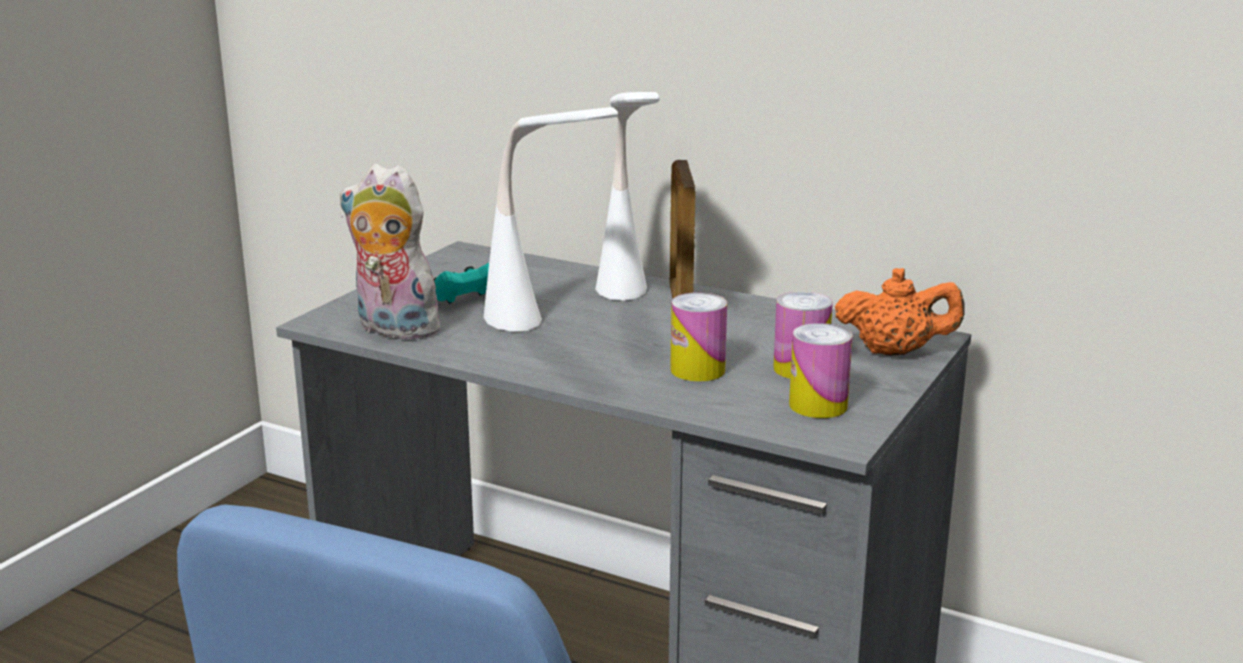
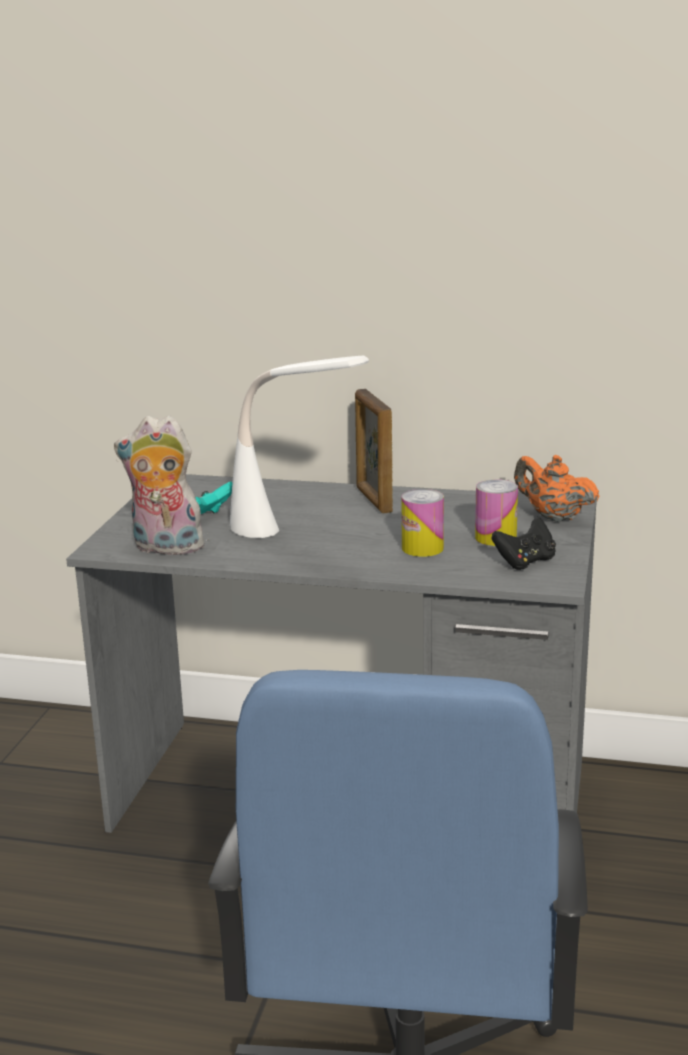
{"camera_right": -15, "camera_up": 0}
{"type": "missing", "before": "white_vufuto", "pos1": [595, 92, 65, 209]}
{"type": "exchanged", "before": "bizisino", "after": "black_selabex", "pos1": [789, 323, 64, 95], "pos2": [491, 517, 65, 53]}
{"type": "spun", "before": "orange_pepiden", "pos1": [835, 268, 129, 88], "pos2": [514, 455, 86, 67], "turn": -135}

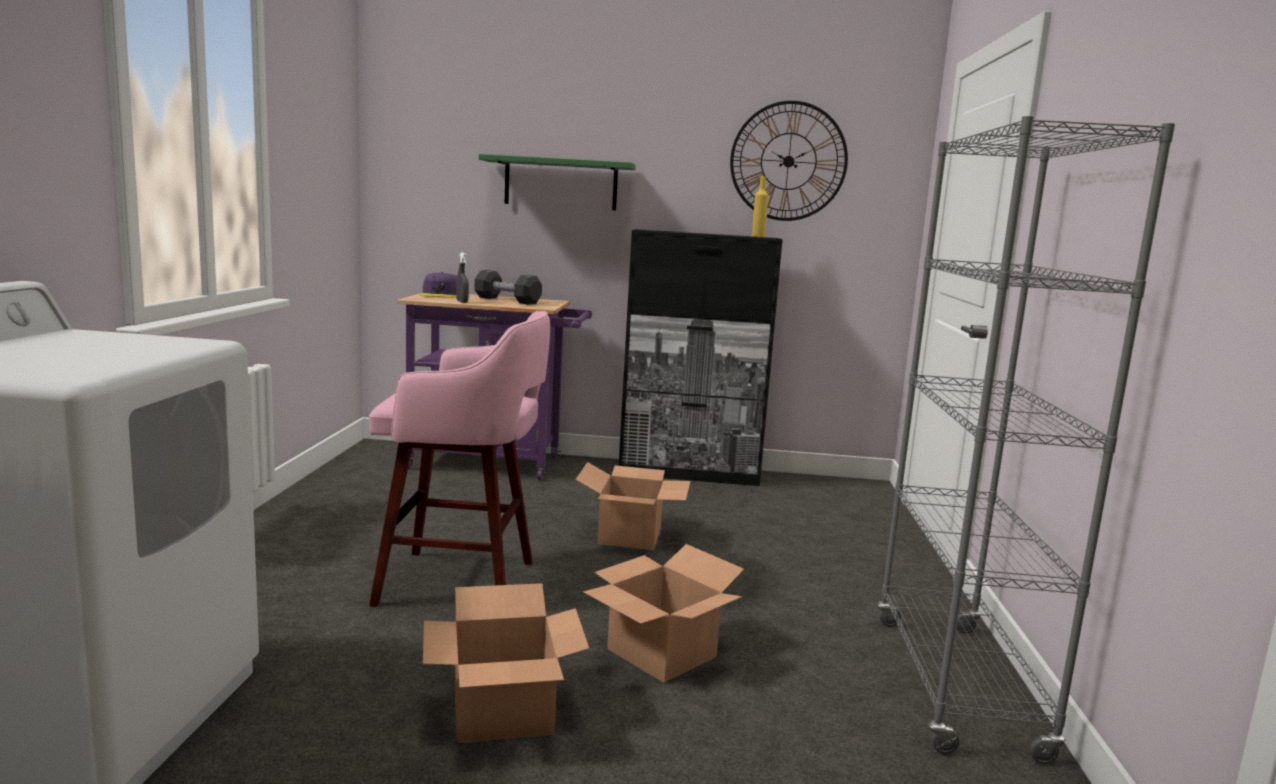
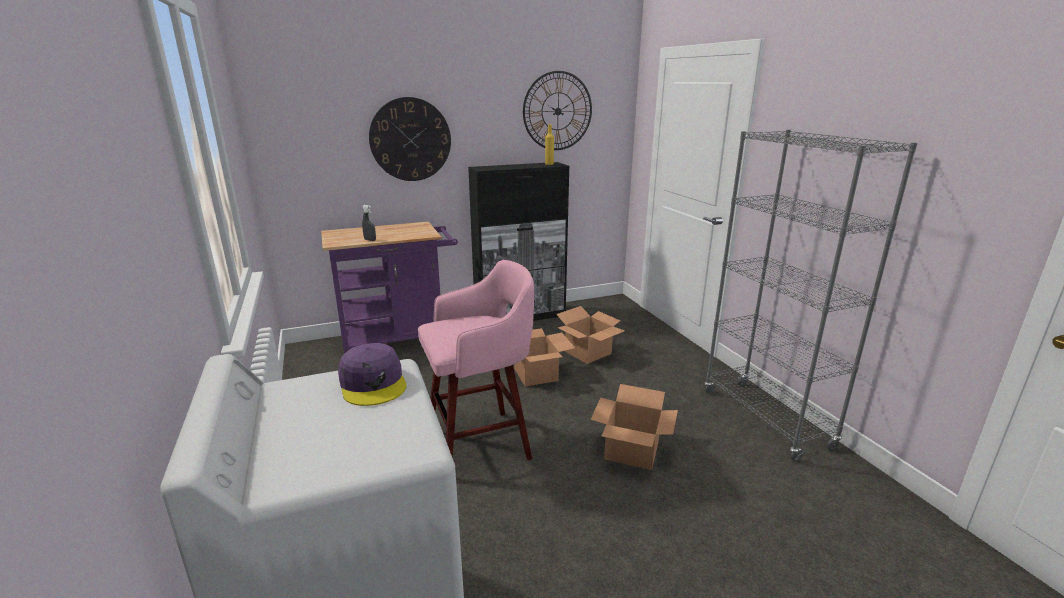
{"camera_right": -25, "camera_up": 10}
{"type": "missing", "before": "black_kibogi", "pos1": [474, 270, 68, 35]}
{"type": "relocated", "before": "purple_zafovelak", "pos1": [419, 272, 38, 26], "pos2": [338, 343, 68, 63]}
{"type": "relocated", "before": "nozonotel", "pos1": [423, 583, 166, 160], "pos2": [556, 306, 69, 58]}
{"type": "exchanged", "before": "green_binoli", "after": "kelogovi", "pos1": [479, 154, 156, 56], "pos2": [369, 97, 82, 84]}

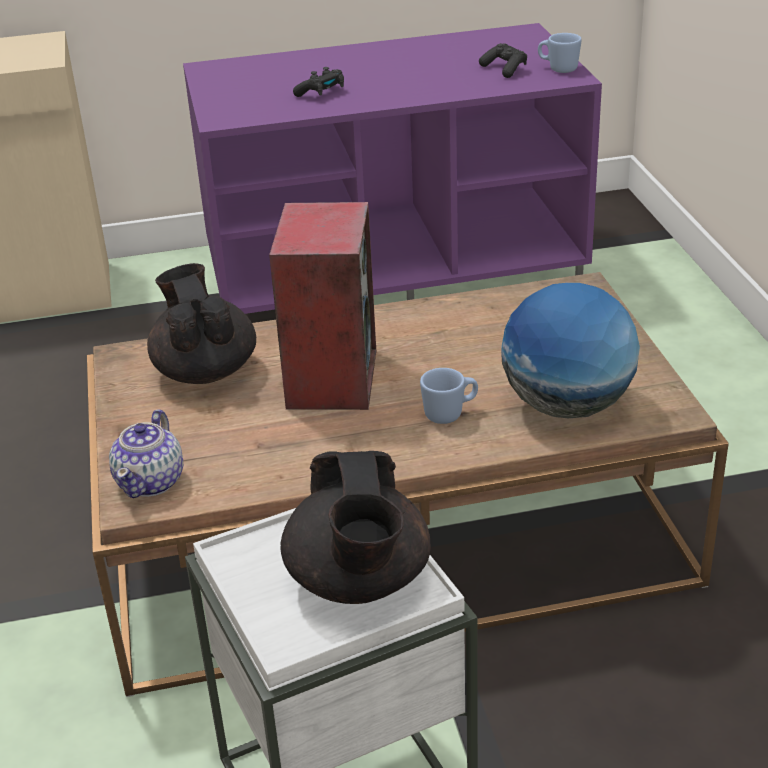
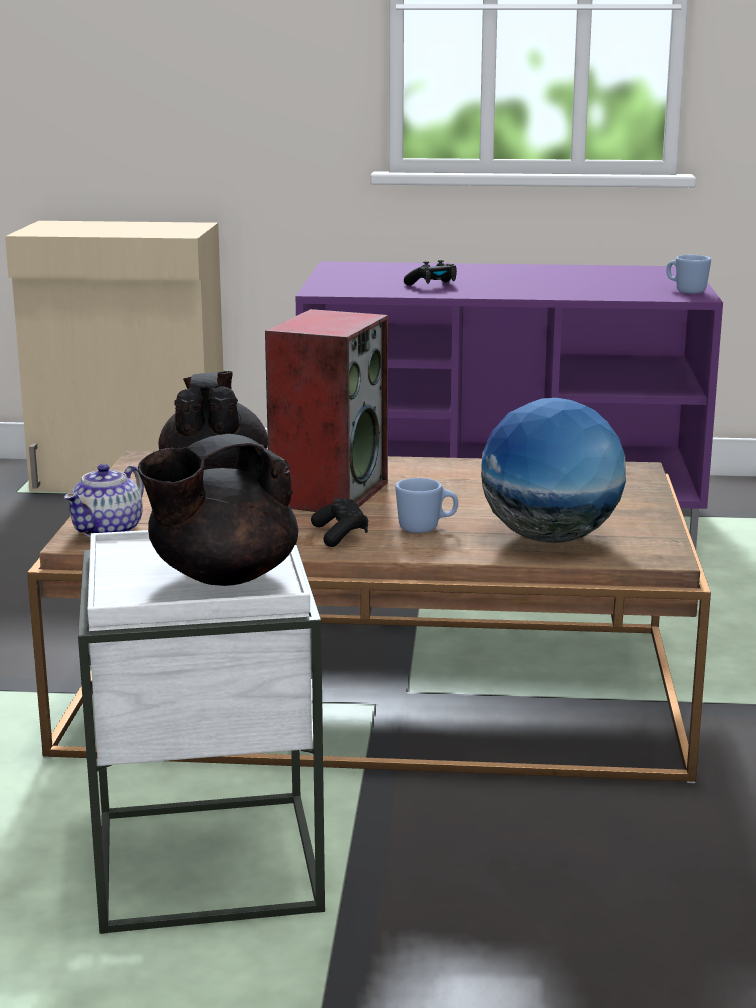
{"camera_right": 15, "camera_up": -15}
{"type": "relocated", "before": "black_selabex", "pos1": [479, 43, 48, 35], "pos2": [311, 498, 57, 49]}
{"type": "spun", "before": "black_pepiden", "pos1": [281, 451, 150, 153], "pos2": [138, 434, 160, 152], "turn": 45}

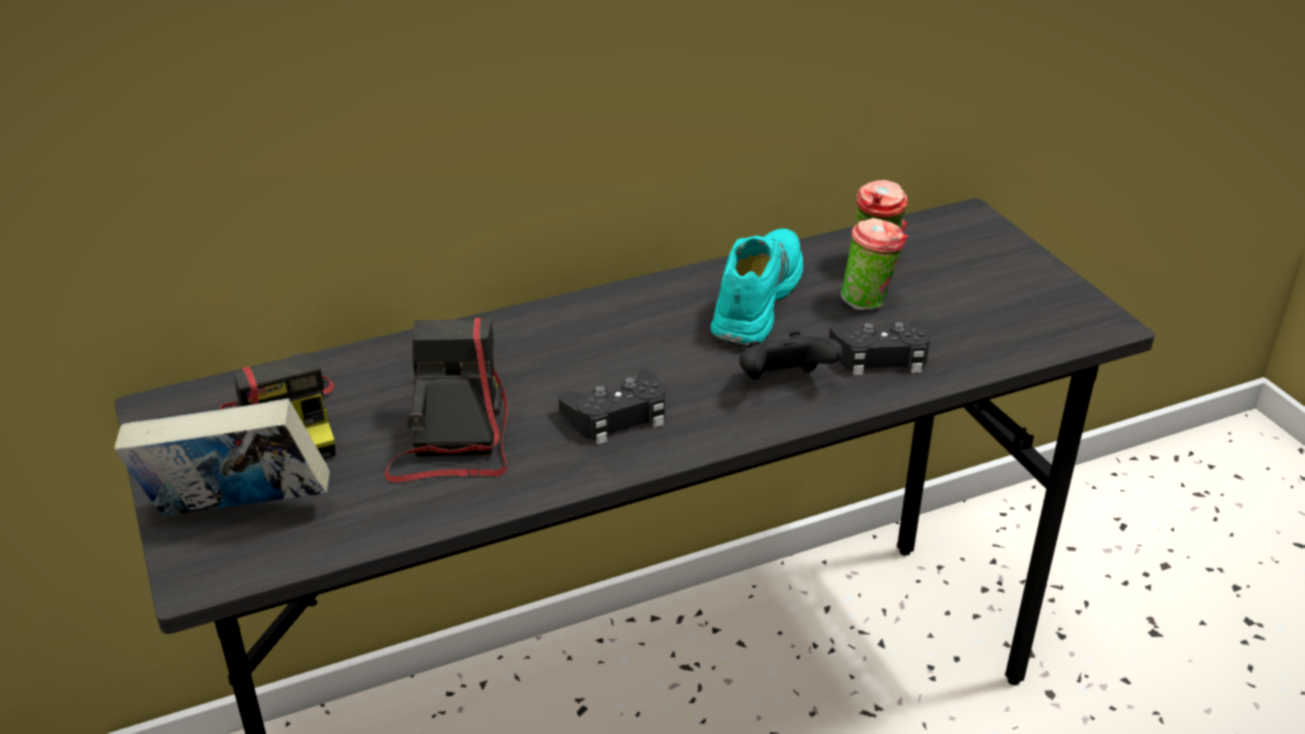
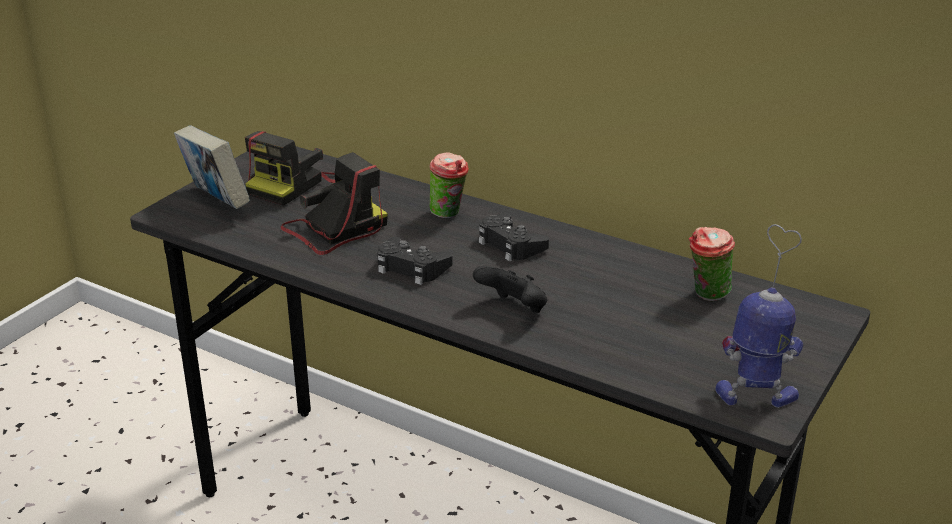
{"camera_right": 55, "camera_up": -5}
{"type": "missing", "before": "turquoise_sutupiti", "pos1": [710, 229, 93, 119]}
{"type": "appeared", "after": "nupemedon", "pos2": [715, 224, 88, 184]}
{"type": "relocated", "before": "black_selabex", "pos1": [829, 320, 101, 55], "pos2": [478, 213, 71, 49]}
{"type": "relocated", "before": "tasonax", "pos1": [841, 218, 67, 92], "pos2": [430, 152, 39, 66]}

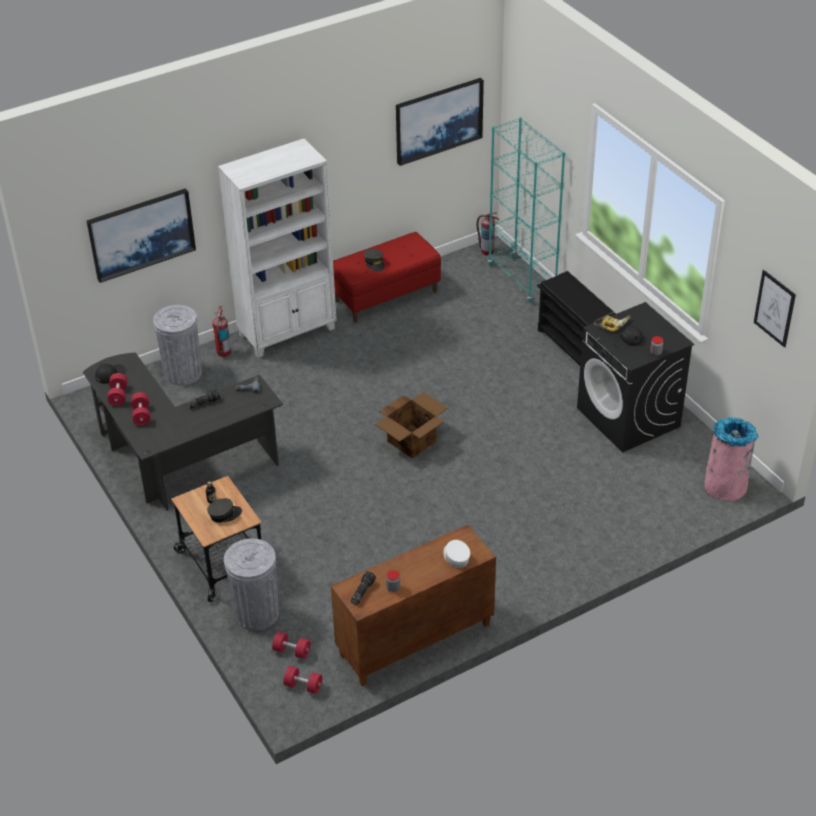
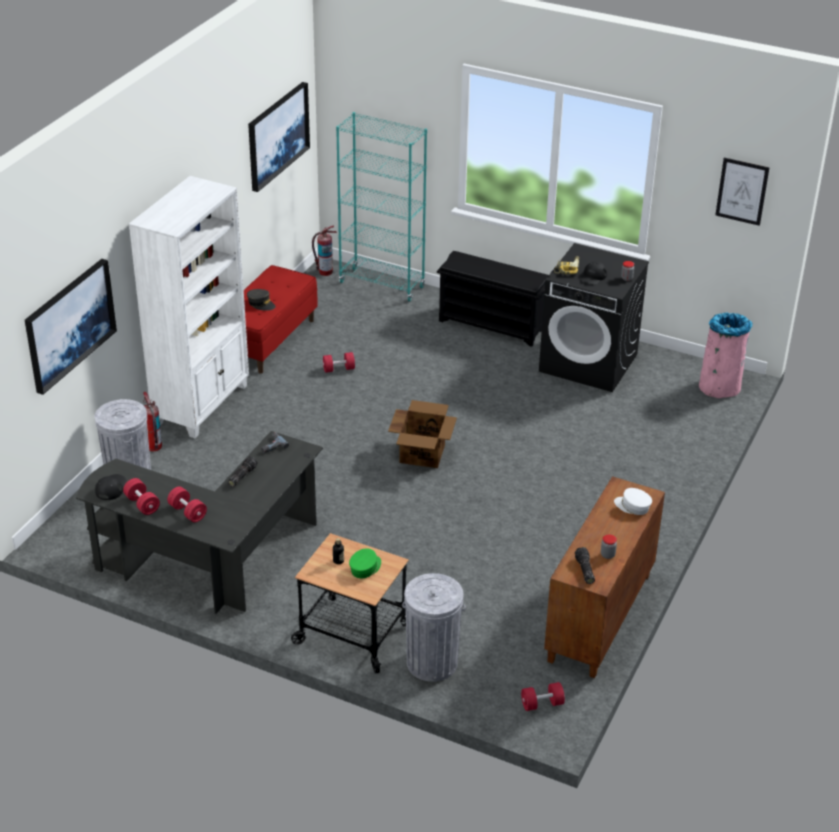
{"camera_right": -35, "camera_up": -5}
{"type": "relocated", "before": "red_kibogi", "pos1": [272, 632, 39, 27], "pos2": [323, 352, 32, 21]}
{"type": "colour", "before": "grey_zafovelak", "after": "green_zafovelak", "pos1": [207, 498, 35, 24], "pos2": [349, 548, 32, 30]}

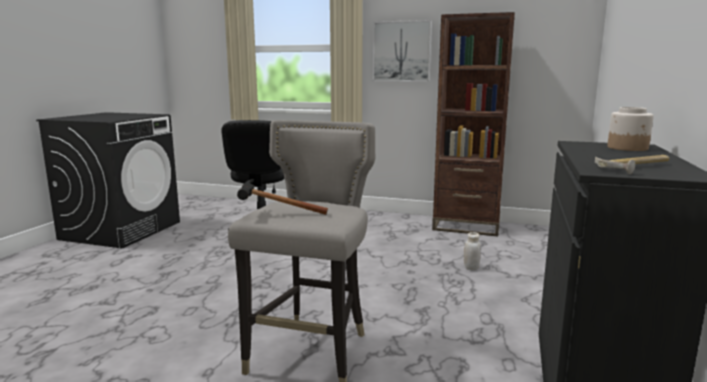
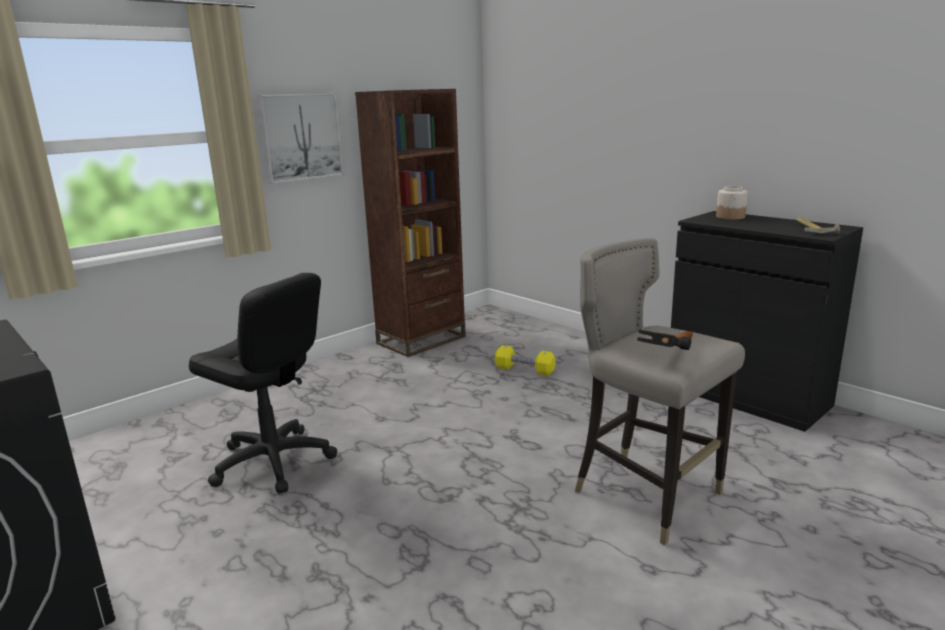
{"camera_right": -60, "camera_up": 5}
{"type": "exchanged", "before": "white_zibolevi", "after": "yellow_kibogi", "pos1": [464, 232, 17, 38], "pos2": [495, 345, 61, 31]}

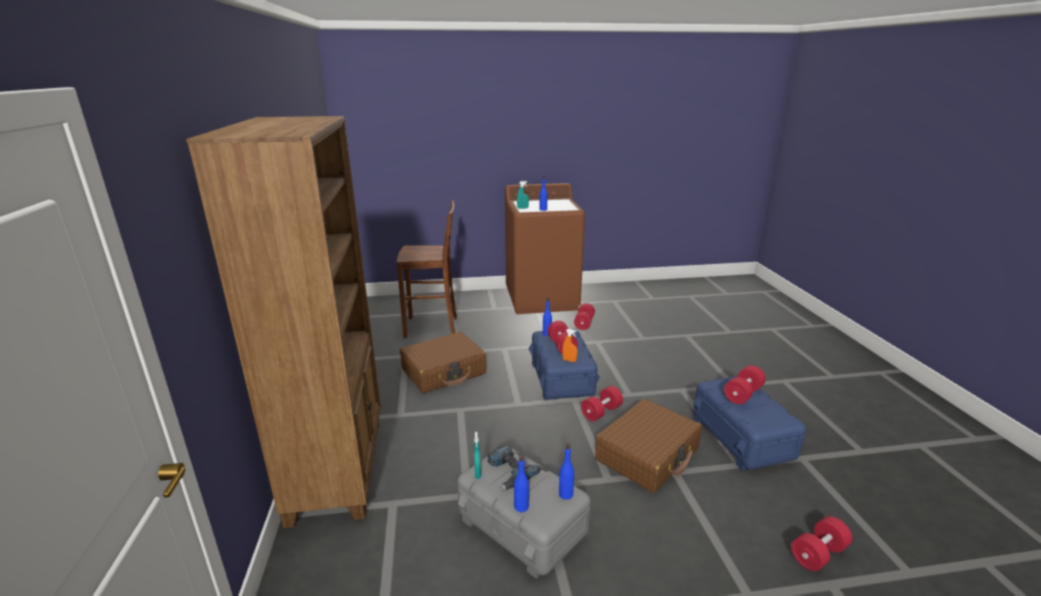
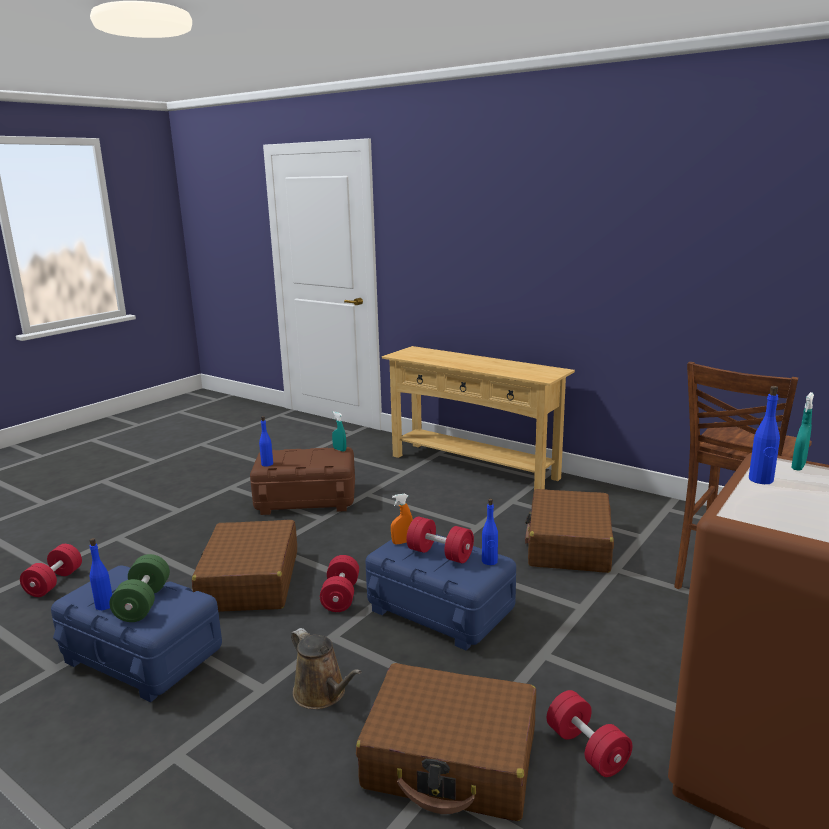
{"camera_right": 135, "camera_up": -5}
{"type": "missing", "before": "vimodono", "pos1": [487, 444, 53, 47]}
{"type": "appeared", "after": "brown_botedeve", "pos2": [291, 628, 71, 81]}
{"type": "appeared", "after": "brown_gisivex", "pos2": [356, 663, 180, 158]}
{"type": "relocated", "before": "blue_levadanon", "pos1": [514, 455, 15, 57], "pos2": [90, 538, 22, 72]}
{"type": "exchanged", "before": "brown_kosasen", "after": "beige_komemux", "pos1": [186, 116, 195, 412], "pos2": [382, 346, 193, 144]}
{"type": "colour", "before": "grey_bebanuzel", "after": "brown_bebanuzel", "pos1": [457, 448, 134, 131], "pos2": [250, 447, 105, 68]}
{"type": "colour", "before": "red_kibogi", "after": "green_kibogi", "pos1": [724, 366, 42, 38], "pos2": [109, 554, 61, 68]}

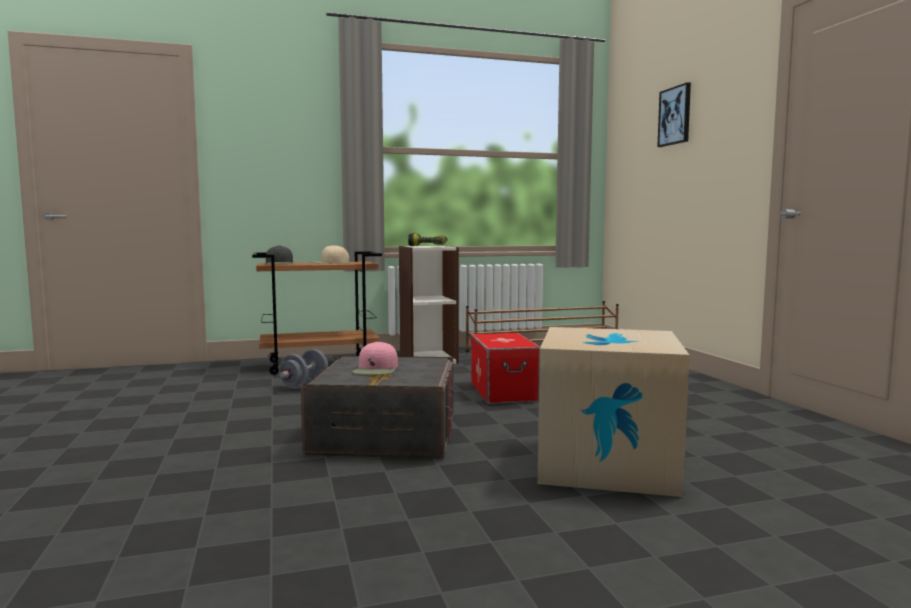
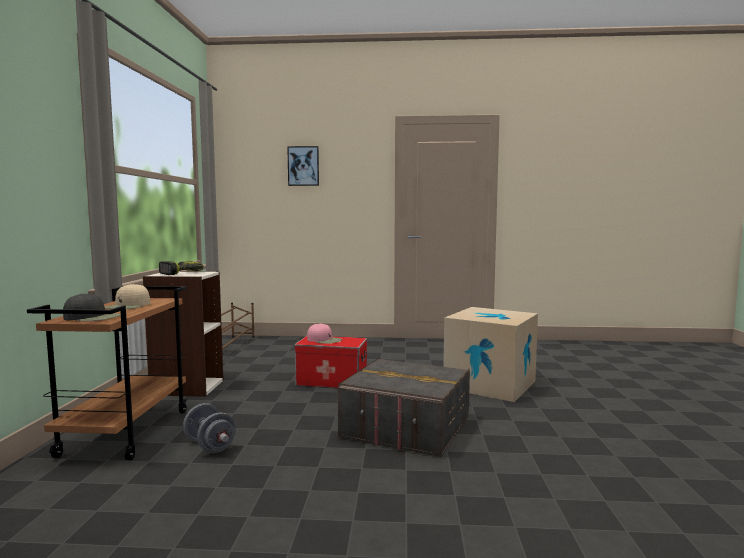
{"camera_right": -70, "camera_up": 0}
{"type": "relocated", "before": "pink_zafovelak", "pos1": [352, 341, 46, 34], "pos2": [307, 323, 35, 21]}

